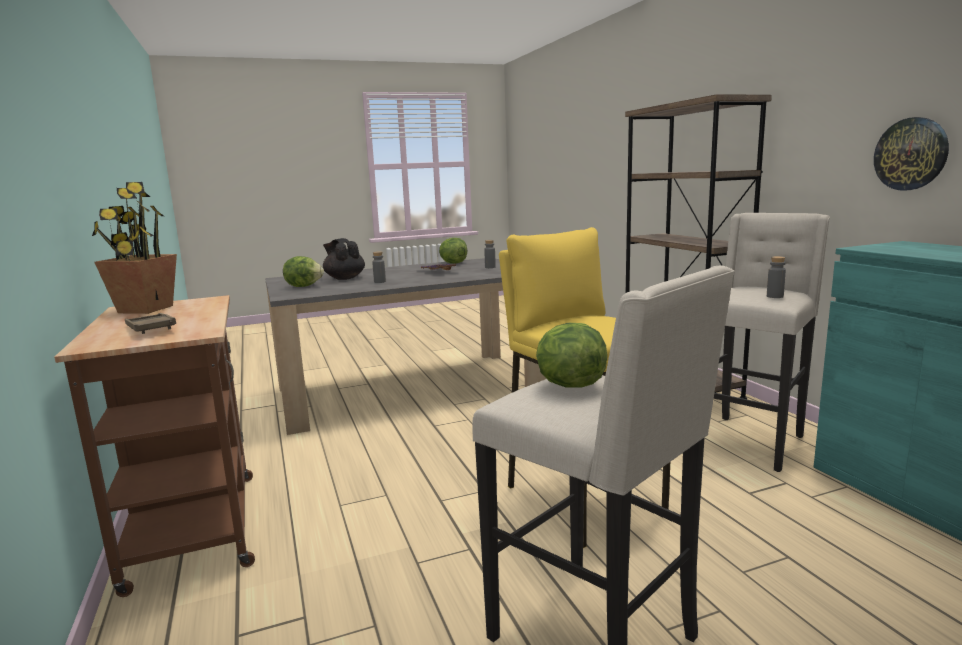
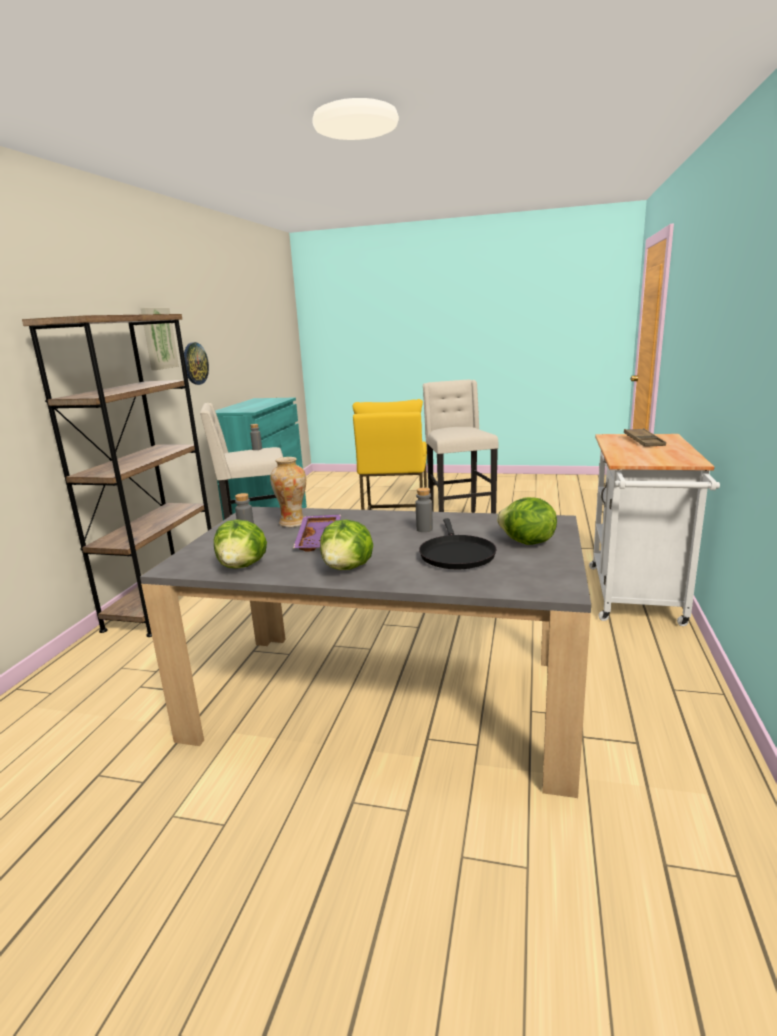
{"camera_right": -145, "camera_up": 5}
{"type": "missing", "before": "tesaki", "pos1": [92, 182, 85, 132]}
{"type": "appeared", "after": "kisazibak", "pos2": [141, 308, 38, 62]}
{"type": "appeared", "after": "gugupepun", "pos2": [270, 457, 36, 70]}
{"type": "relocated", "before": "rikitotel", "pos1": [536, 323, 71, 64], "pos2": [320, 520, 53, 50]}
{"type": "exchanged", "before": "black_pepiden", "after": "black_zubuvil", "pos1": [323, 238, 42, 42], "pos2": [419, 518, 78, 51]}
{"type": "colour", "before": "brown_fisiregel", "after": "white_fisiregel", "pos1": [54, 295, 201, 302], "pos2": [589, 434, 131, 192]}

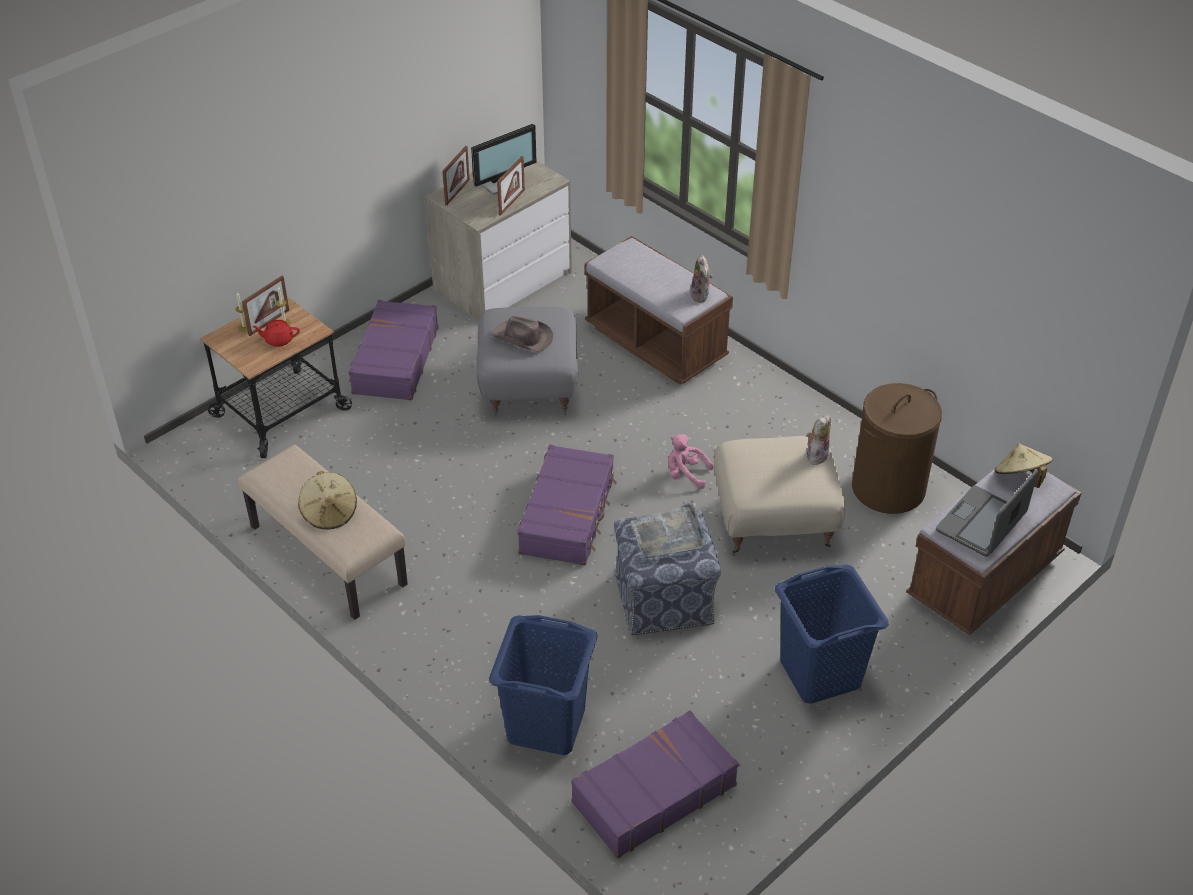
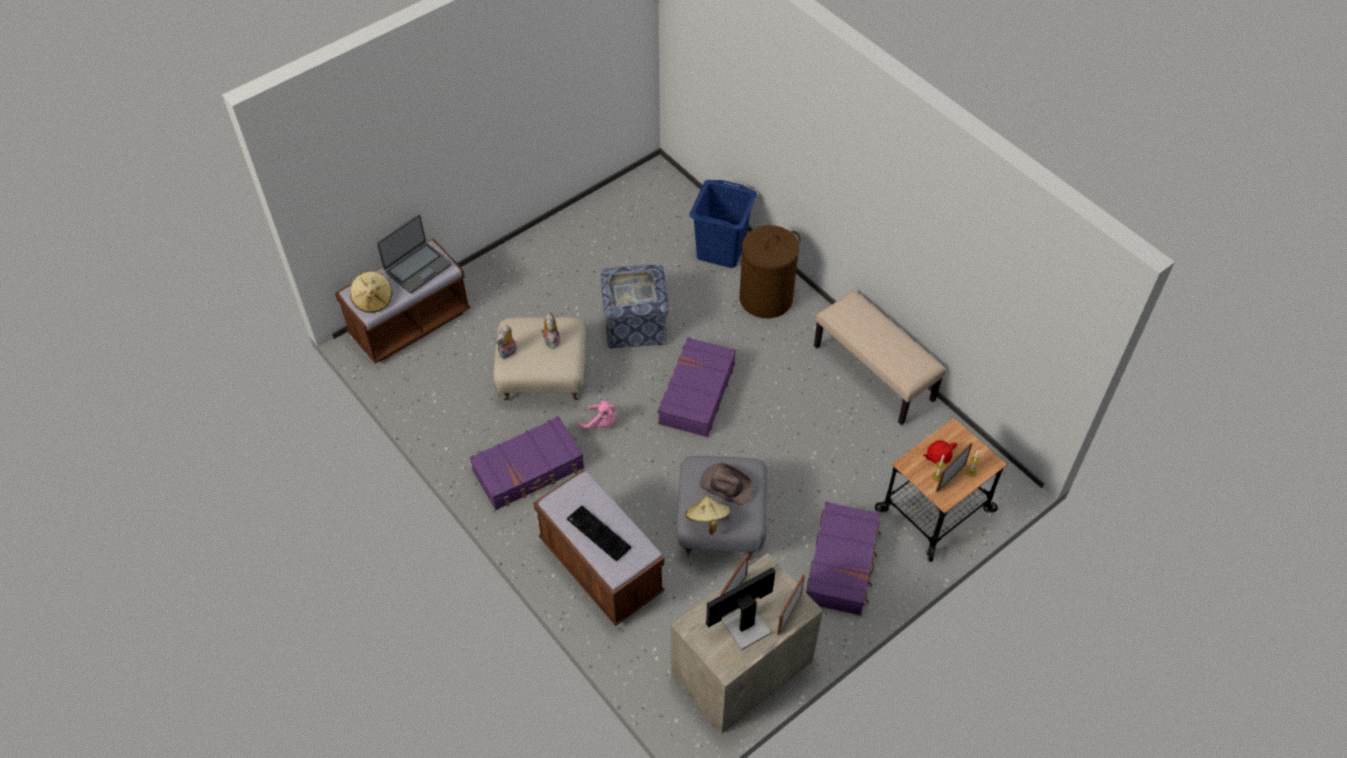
{"camera_right": -175, "camera_up": 10}
{"type": "missing", "before": "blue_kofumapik", "pos1": [775, 564, 114, 140]}
{"type": "appeared", "after": "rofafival", "pos2": [567, 506, 64, 55]}
{"type": "relocated", "before": "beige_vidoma", "pos1": [298, 471, 59, 59], "pos2": [685, 496, 46, 39]}
{"type": "relocated", "before": "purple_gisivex", "pos1": [571, 710, 168, 149], "pos2": [470, 416, 114, 94]}
{"type": "relocated", "before": "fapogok", "pos1": [691, 255, 22, 48], "pos2": [541, 311, 19, 38]}
{"type": "relocated", "before": "brown_kofumapik", "pos1": [852, 383, 90, 131], "pos2": [739, 225, 61, 93]}
{"type": "spun", "before": "red_pepiden", "pos1": [252, 320, 48, 27], "pos2": [923, 440, 34, 24], "turn": 150}

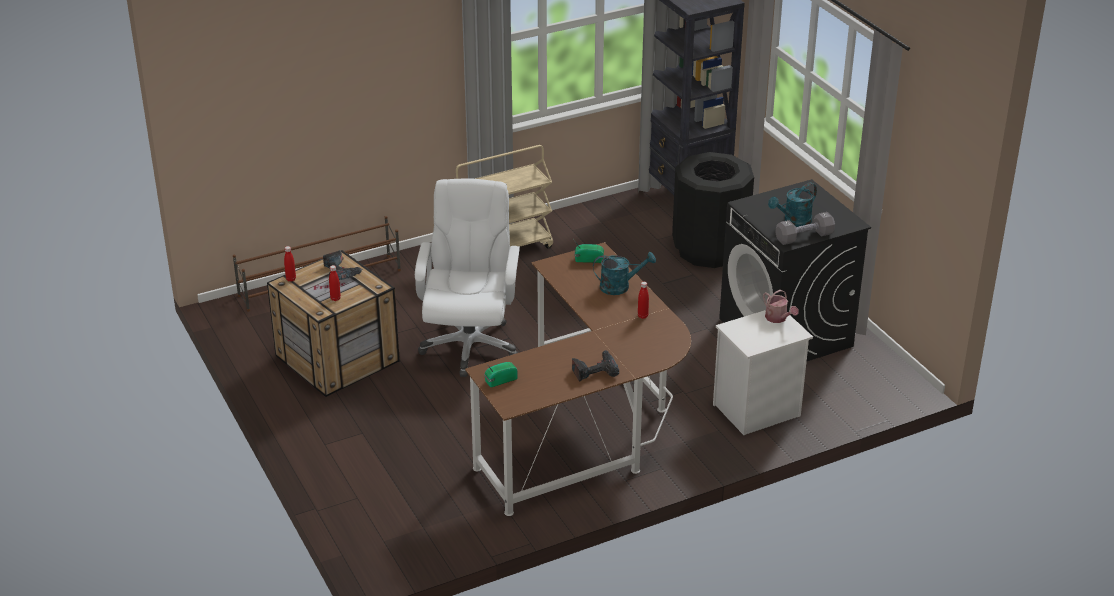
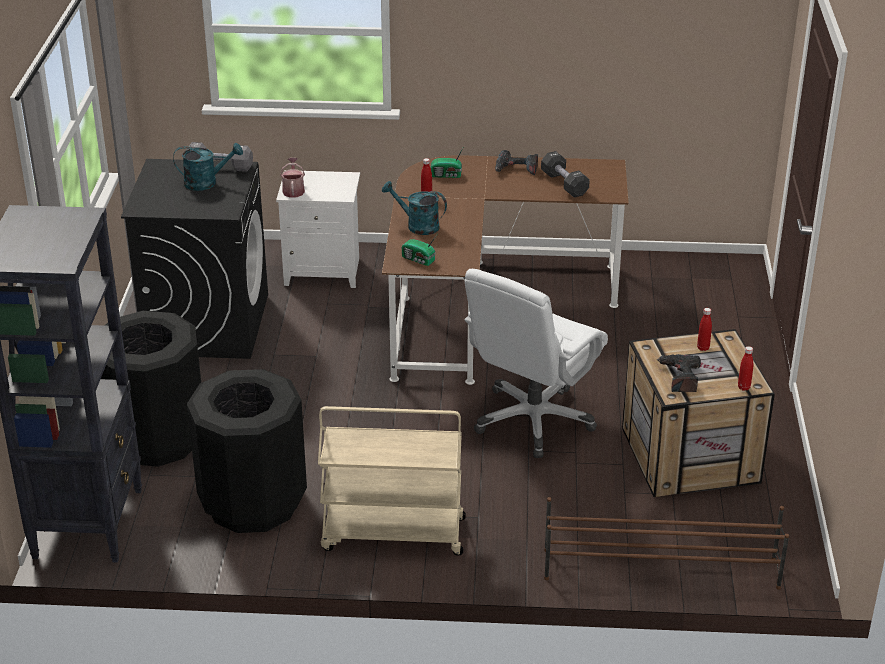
{"camera_right": -150, "camera_up": 0}
{"type": "appeared", "after": "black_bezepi", "pos2": [187, 369, 120, 164]}
{"type": "appeared", "after": "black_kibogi", "pos2": [541, 151, 49, 47]}
{"type": "relocated", "before": "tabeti", "pos1": [484, 362, 34, 25], "pos2": [431, 146, 33, 32]}

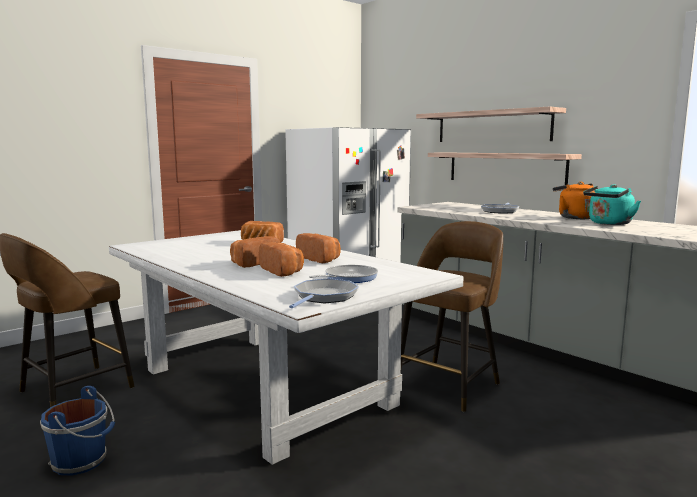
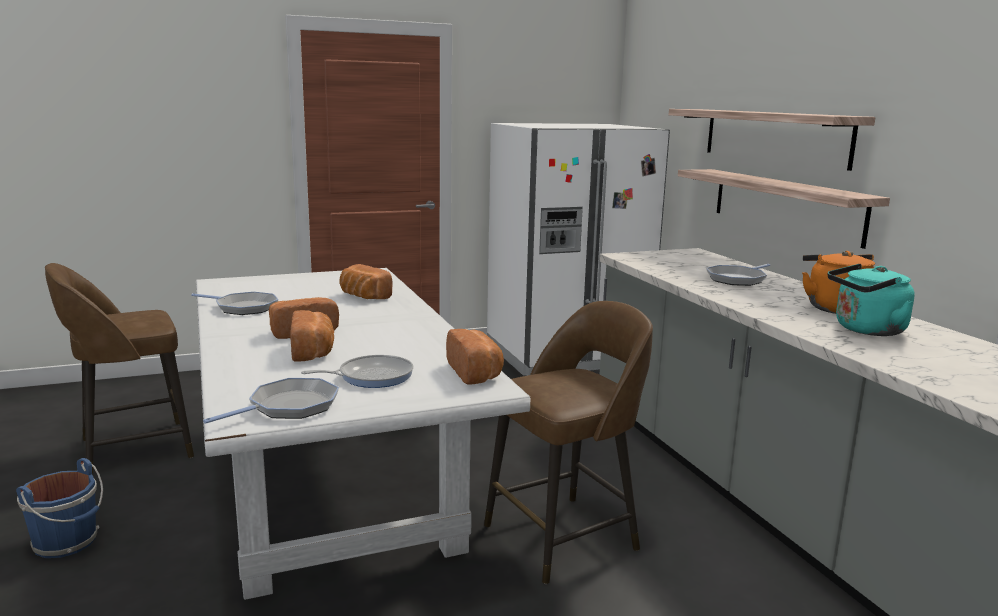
{"camera_right": 20, "camera_up": 5}
{"type": "appeared", "after": "zubuvil", "pos2": [191, 292, 87, 23]}
{"type": "relocated", "before": "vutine", "pos1": [296, 233, 45, 30], "pos2": [446, 329, 58, 56]}

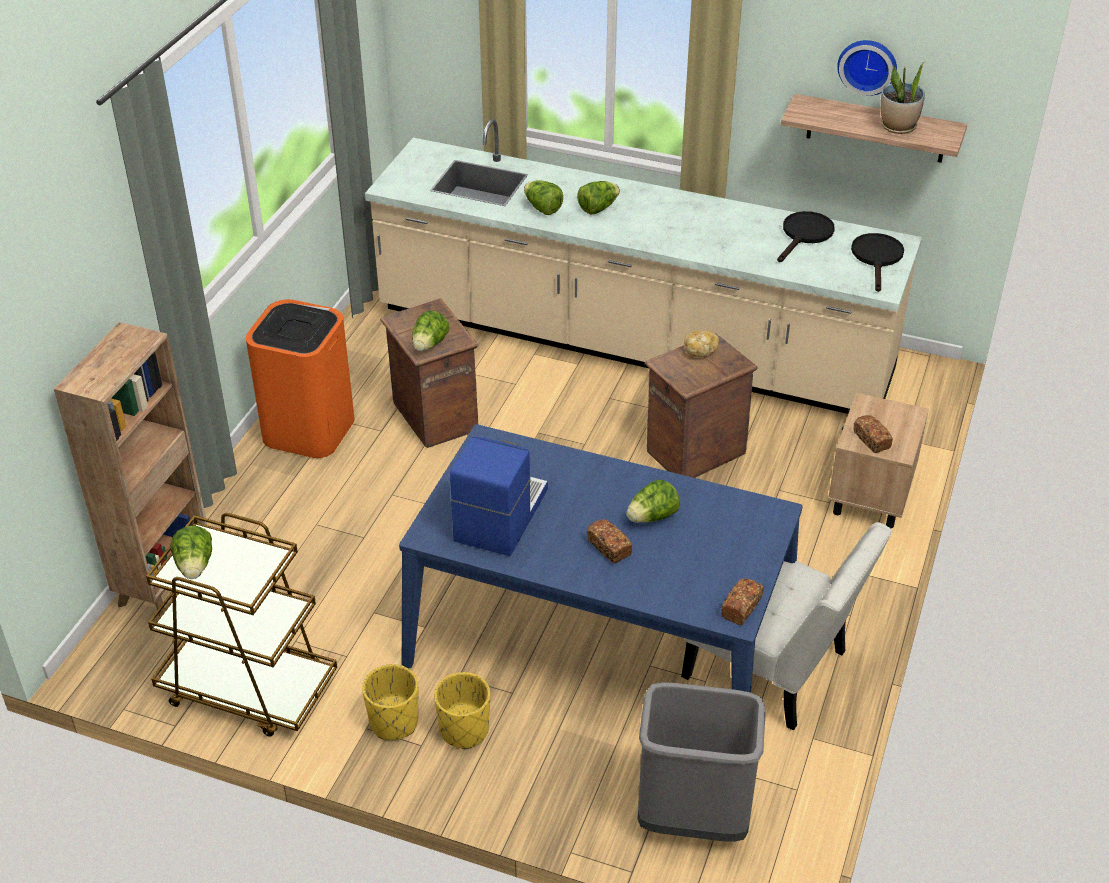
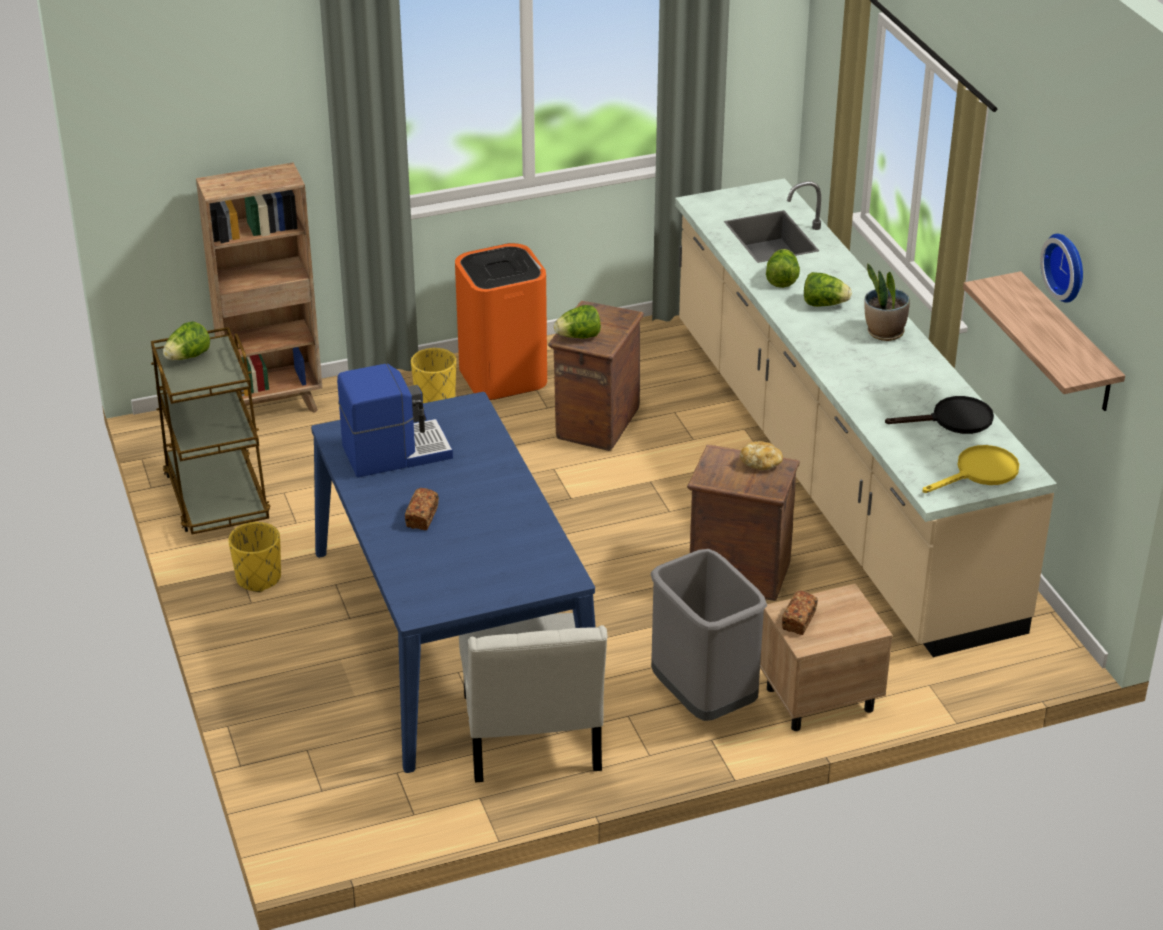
{"camera_right": 50, "camera_up": -5}
{"type": "missing", "before": "rikitotel", "pos1": [627, 480, 53, 43]}
{"type": "missing", "before": "vutine", "pos1": [721, 578, 43, 47]}
{"type": "relocated", "before": "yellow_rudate", "pos1": [434, 672, 56, 77], "pos2": [411, 348, 45, 55]}
{"type": "relocated", "before": "grey_bezepi", "pos1": [638, 682, 128, 160], "pos2": [651, 549, 116, 172]}
{"type": "relocated", "before": "tesaki", "pos1": [881, 62, 44, 72], "pos2": [865, 263, 45, 78]}
{"type": "colour", "before": "black_zubuvil", "after": "yellow_zubuvil", "pos1": [851, 233, 53, 59], "pos2": [922, 445, 97, 48]}

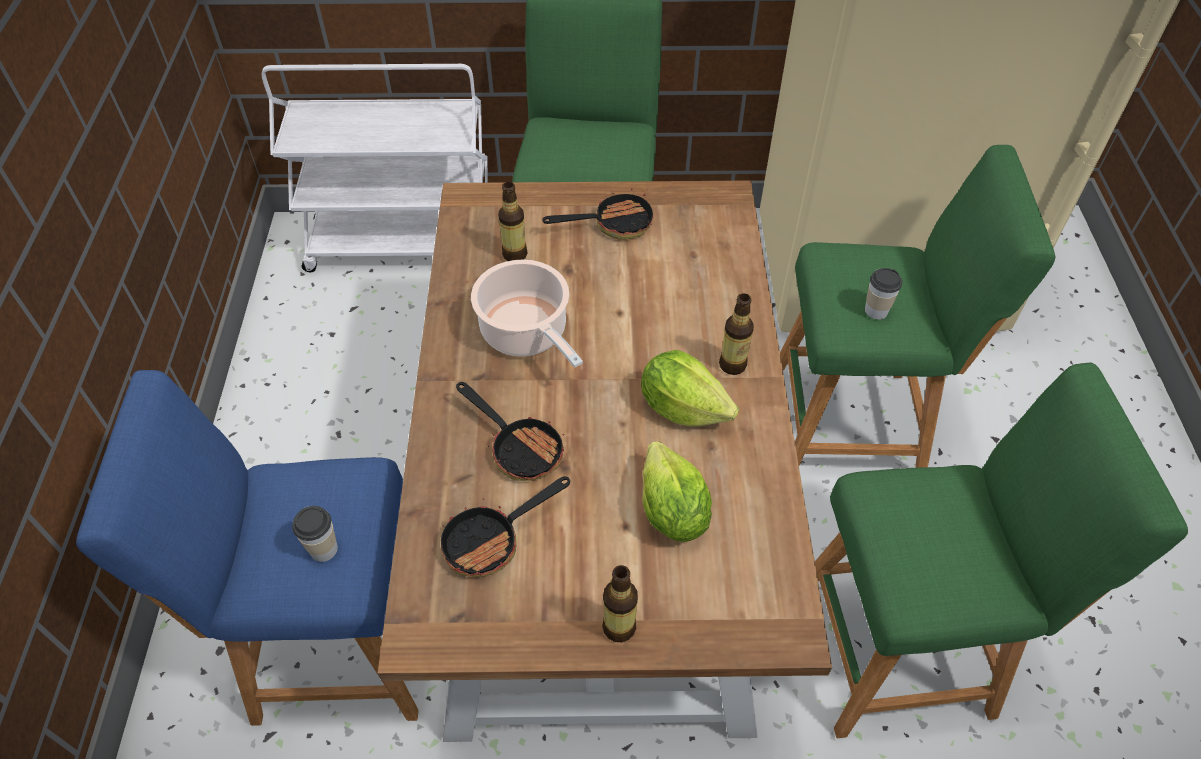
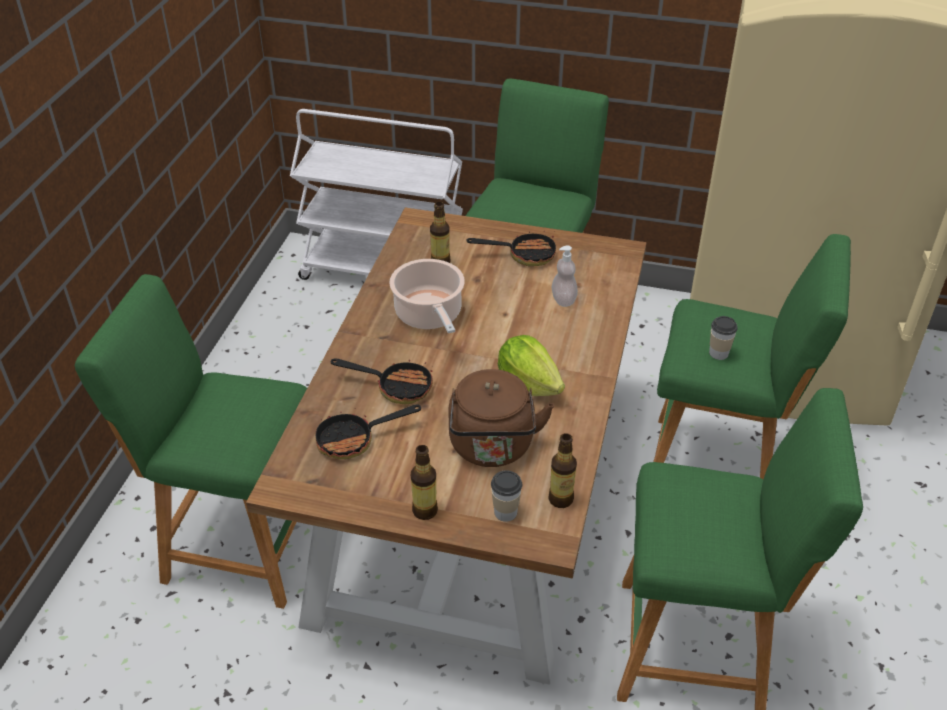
{"camera_right": 15, "camera_up": -10}
{"type": "appeared", "after": "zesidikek", "pos2": [552, 245, 26, 62]}
{"type": "relocated", "before": "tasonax", "pos1": [292, 506, 46, 56], "pos2": [491, 470, 31, 52]}
{"type": "relocated", "before": "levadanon", "pos1": [719, 293, 35, 82], "pos2": [548, 433, 29, 75]}
{"type": "exchanged", "before": "rikitotel", "after": "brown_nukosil", "pos1": [642, 441, 70, 101], "pos2": [448, 369, 106, 98]}
{"type": "colour", "before": "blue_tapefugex", "after": "green_tapefugex", "pos1": [76, 370, 343, 356], "pos2": [75, 274, 232, 335]}
{"type": "spun", "before": "zubuvil", "pos1": [456, 382, 109, 99], "pos2": [331, 358, 102, 46], "turn": -45}

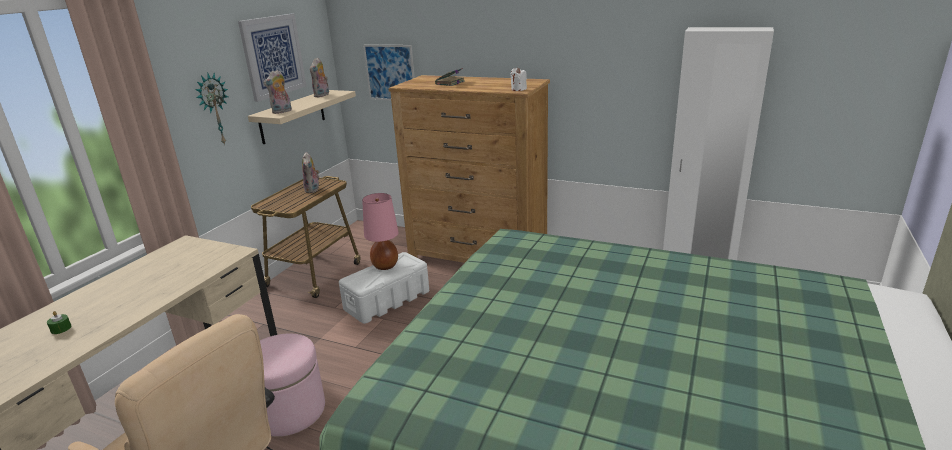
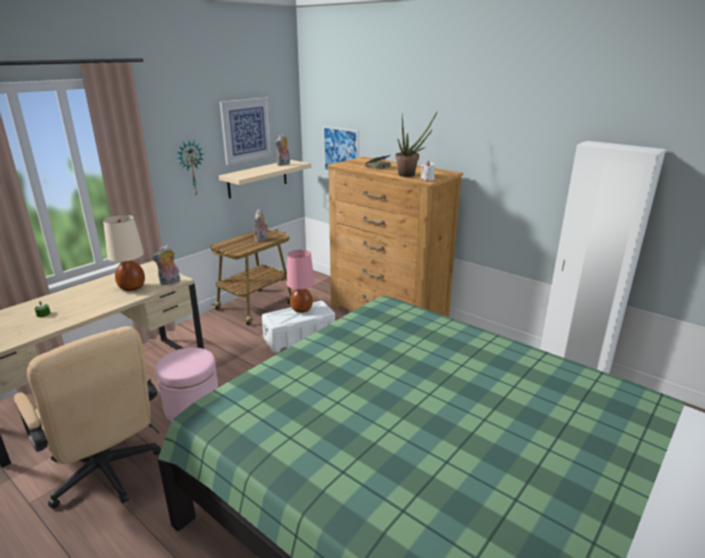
{"camera_right": 15, "camera_up": 0}
{"type": "appeared", "after": "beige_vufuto", "pos2": [103, 215, 42, 76]}
{"type": "appeared", "after": "tesaki", "pos2": [395, 112, 42, 65]}
{"type": "relocated", "before": "fapogok", "pos1": [263, 70, 29, 44], "pos2": [152, 245, 28, 40]}

